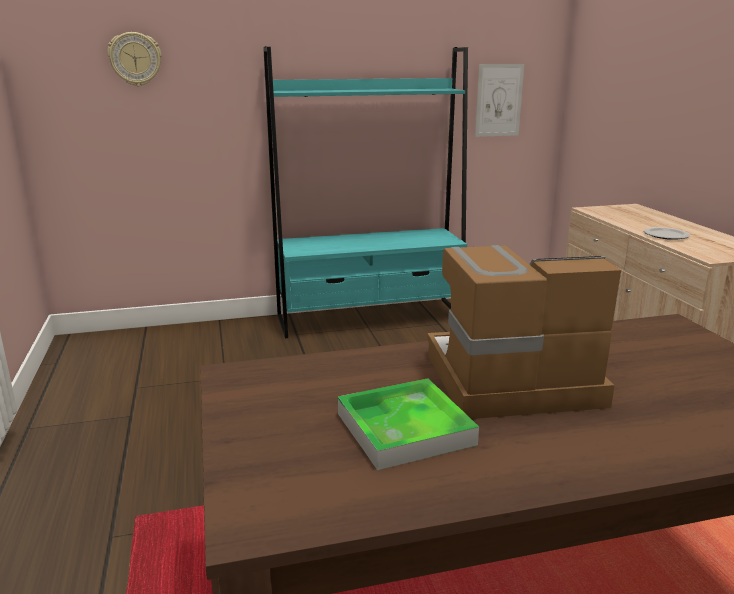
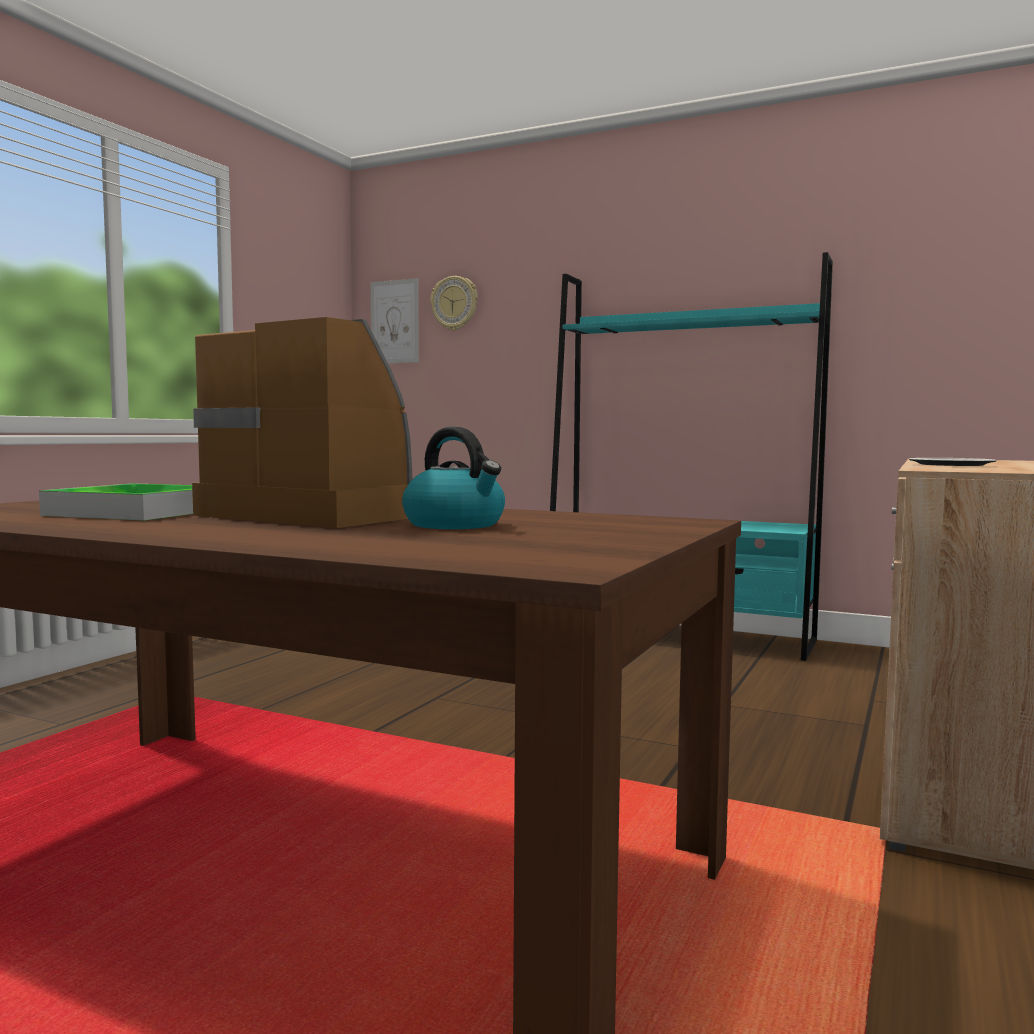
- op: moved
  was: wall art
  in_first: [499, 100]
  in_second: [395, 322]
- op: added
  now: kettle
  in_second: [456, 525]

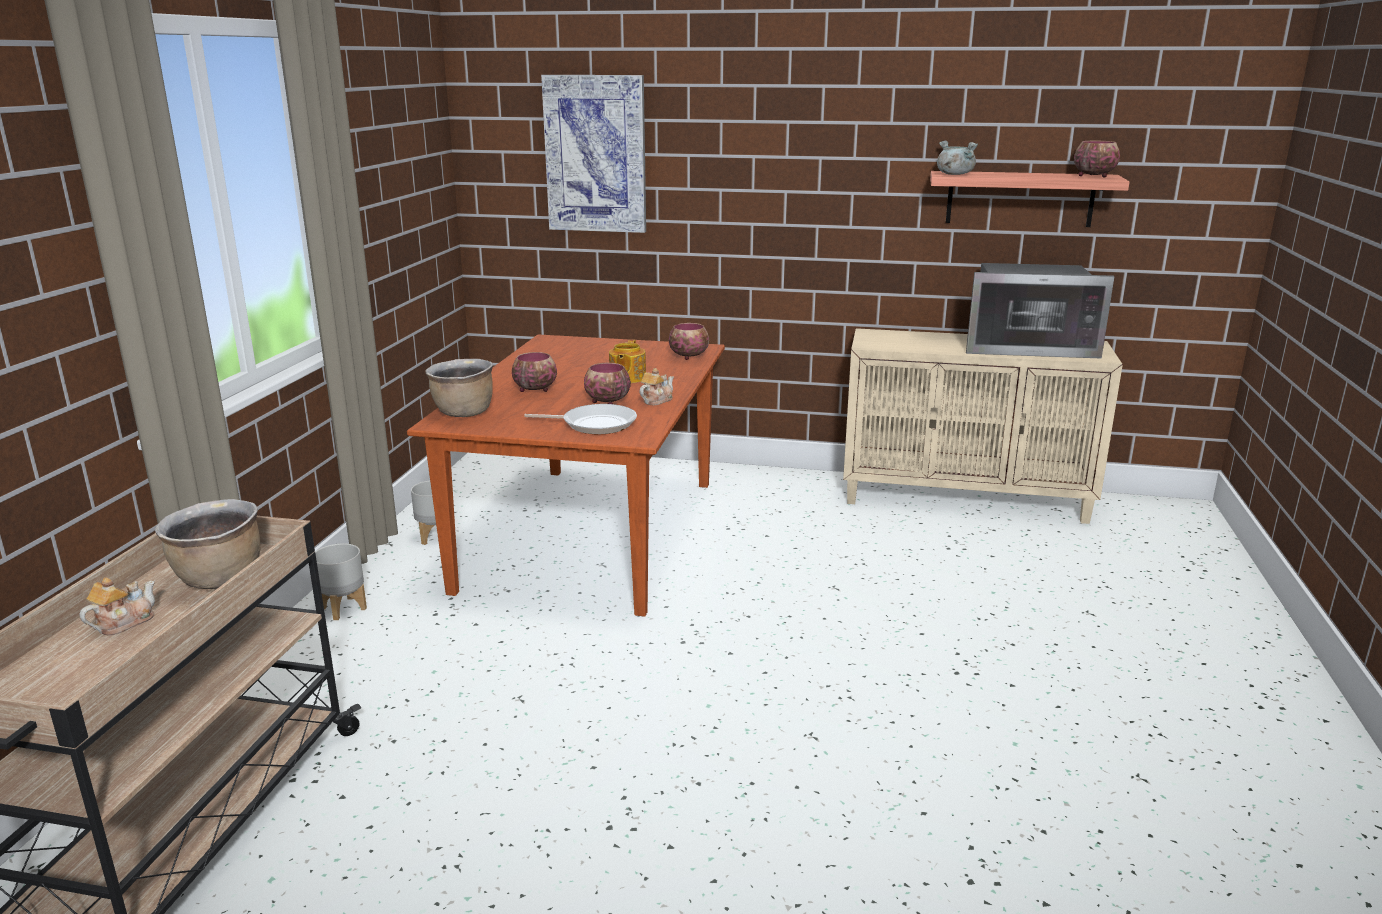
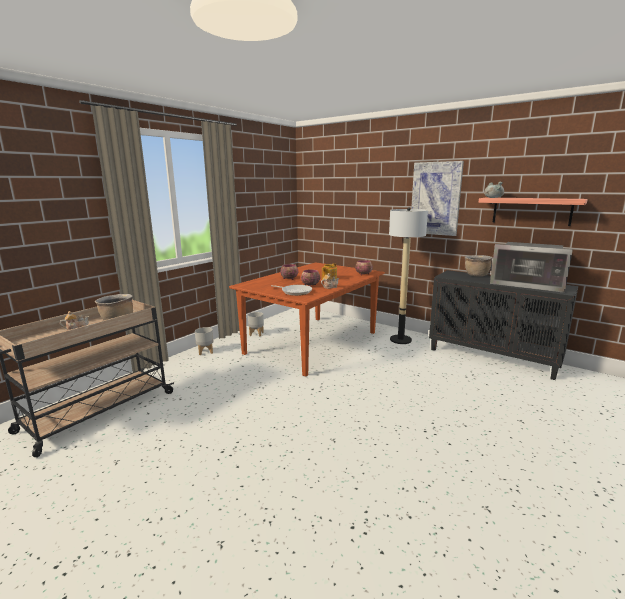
- op: moved
  was: brownish stockpot
  in_first: [463, 413]
  in_second: [476, 275]
- op: moved
  was: wall art
  in_first: [596, 154]
  in_second: [435, 198]
- op: recoloured
  was: beige-coloured cupboard
  now: blackish cupboard
  in_first: [965, 498]
  in_second: [493, 357]
- op: removed
  was: deep dish
  in_first: [1093, 176]
- op: added
  now: standing lamp
  in_second: [400, 340]

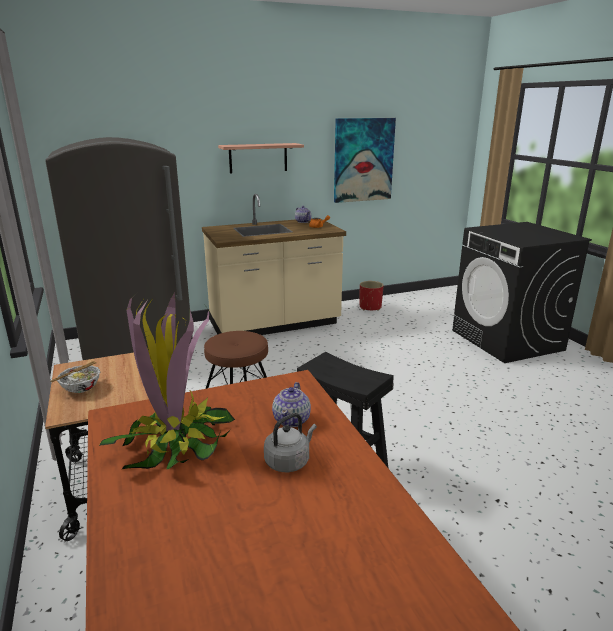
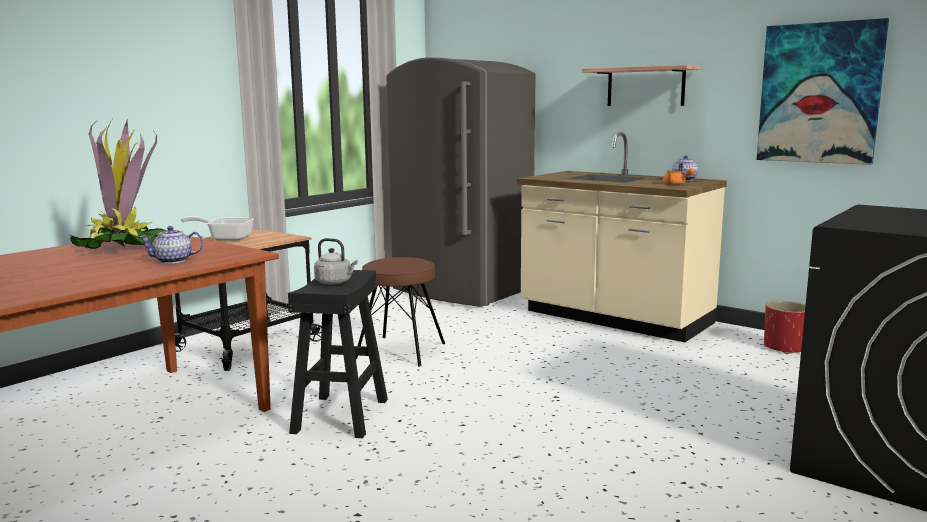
- op: replaced
  was: deep dish
  now: frying pan
  in_first: [81, 388]
  in_second: [226, 238]
- op: moved
  was: gray kettle
  in_first: [289, 461]
  in_second: [335, 282]

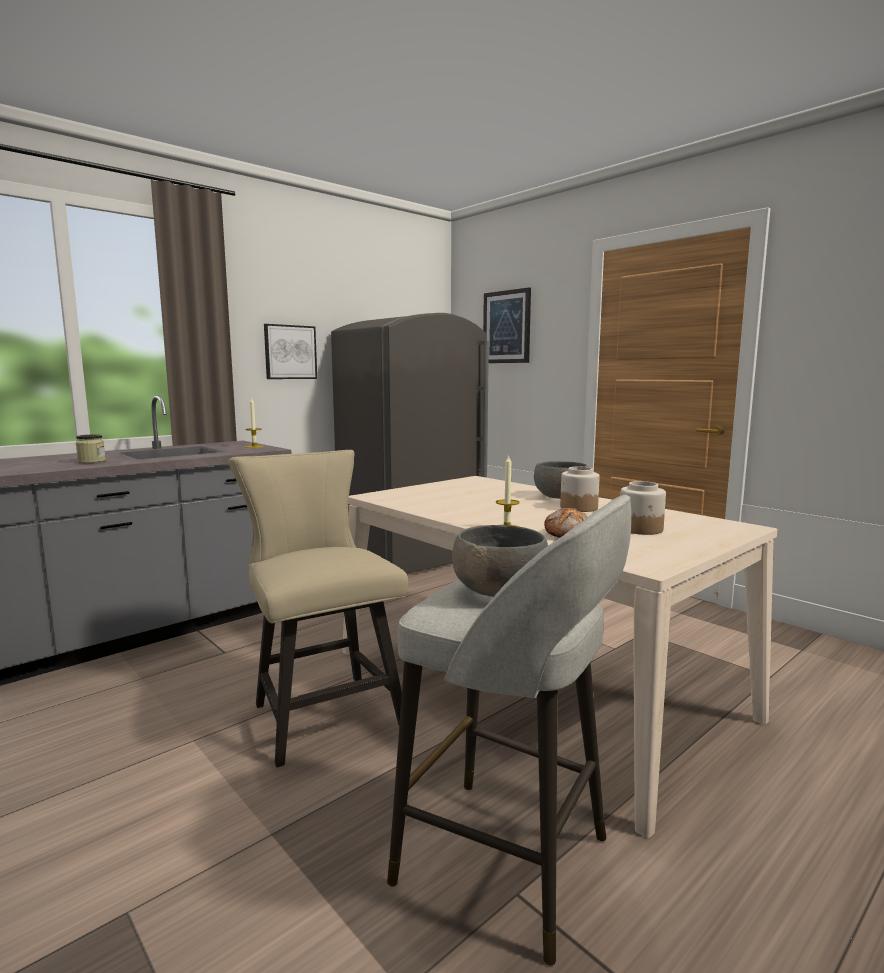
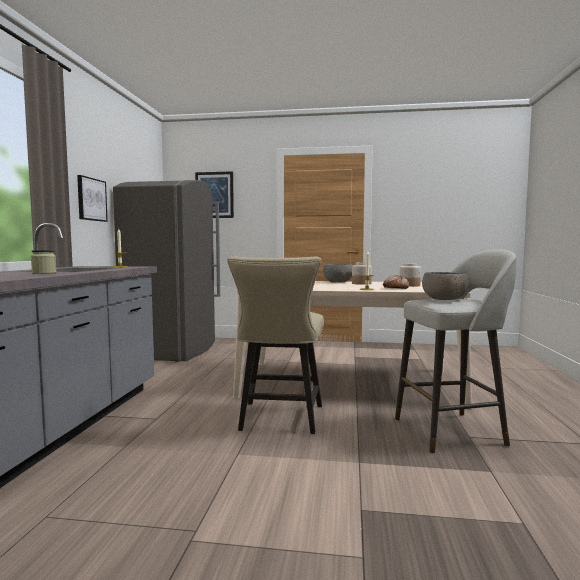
- op: turned
  was: beige-coloured plain chair
  in_first: [322, 711]
  in_second: [280, 420]
  clockwise: -105

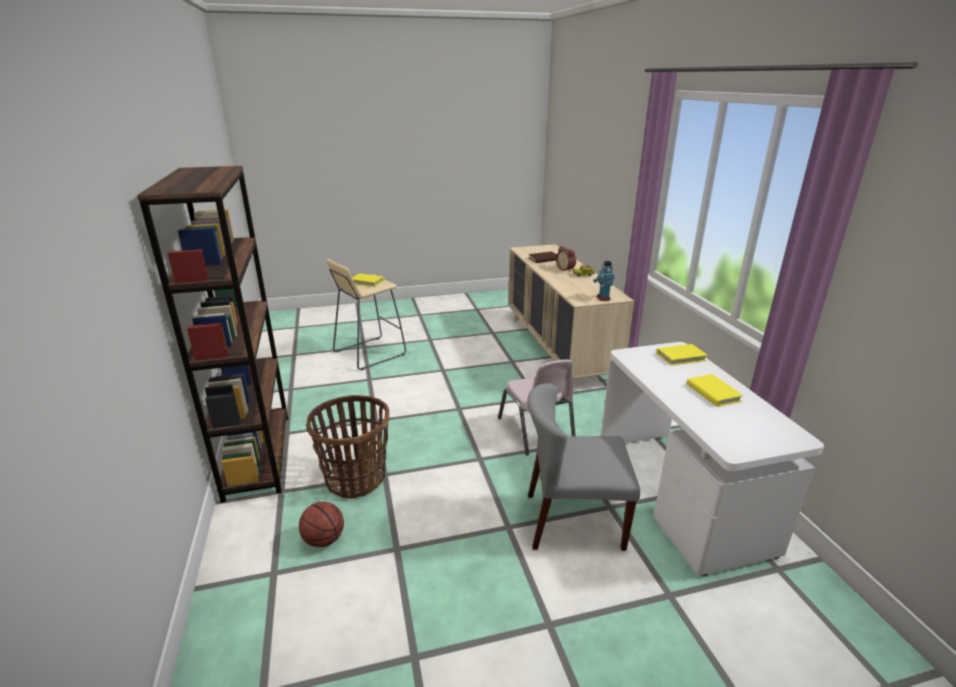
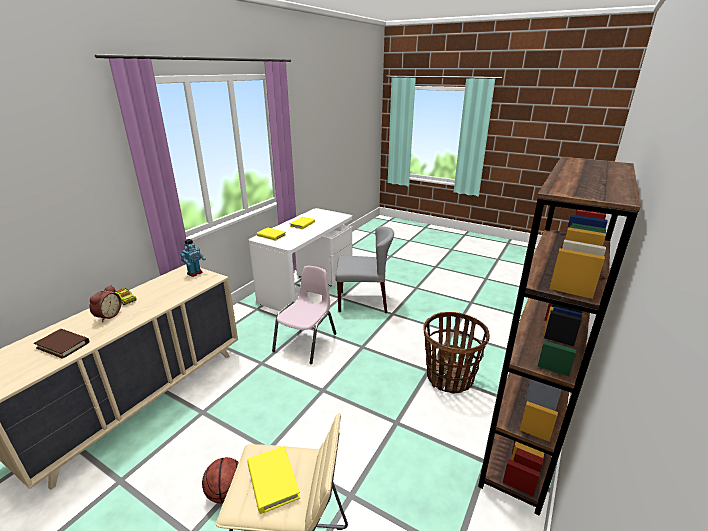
- op: moved
  was: ball for basketball
  in_first: [324, 540]
  in_second: [226, 493]
- op: turned
  was: gray plain chair
  in_first: [573, 521]
  in_second: [363, 302]
  clockwise: -45

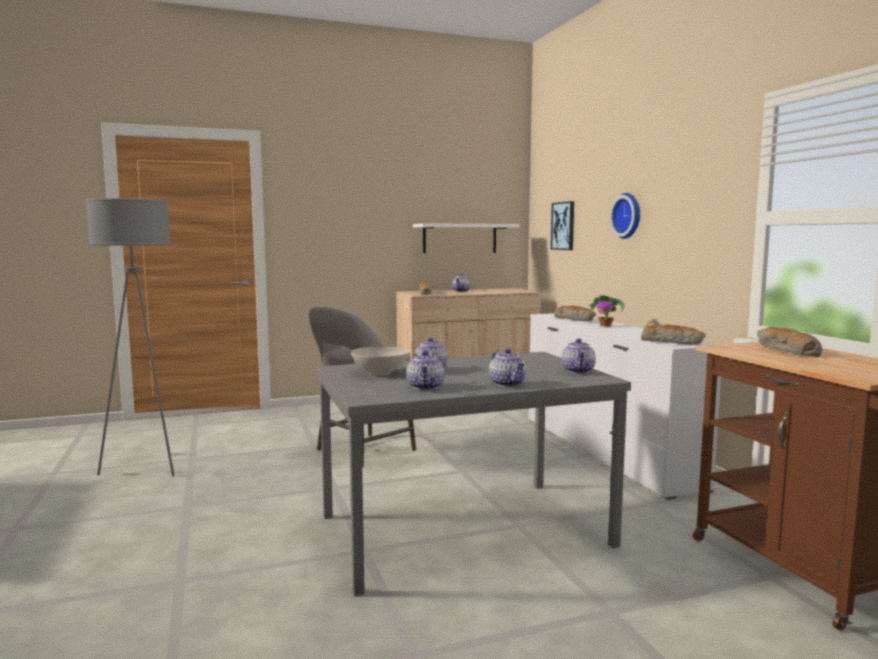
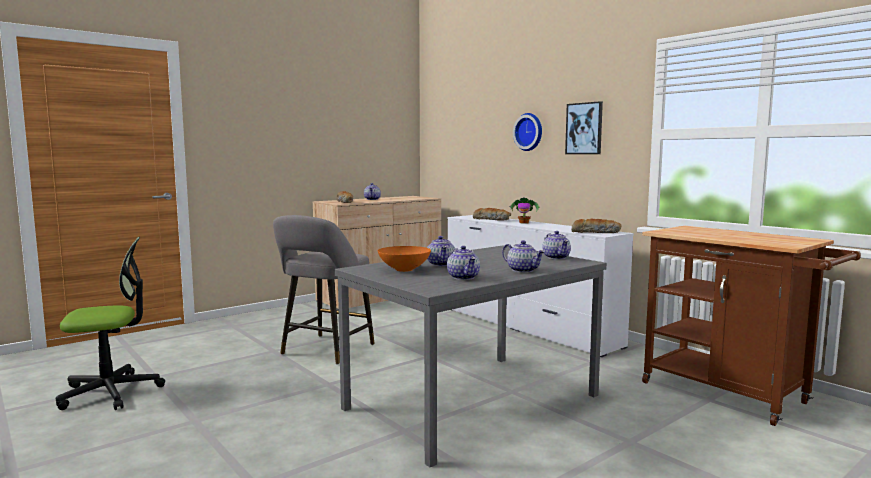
- op: replaced
  was: gray standing lamp
  now: desk chair
  in_first: [146, 468]
  in_second: [111, 392]
- op: recoloured
  was: white deep dish
  now: orange deep dish
  in_first: [381, 373]
  in_second: [405, 270]
- op: removed
  was: white shelf
  in_first: [460, 238]
- op: moved
  was: wall art
  in_first: [563, 226]
  in_second: [584, 128]
- op: removed
  was: bakery bread
  in_first: [785, 350]

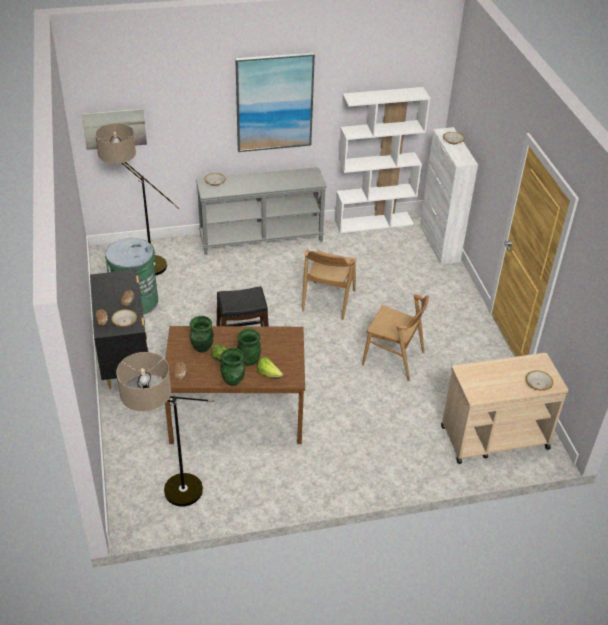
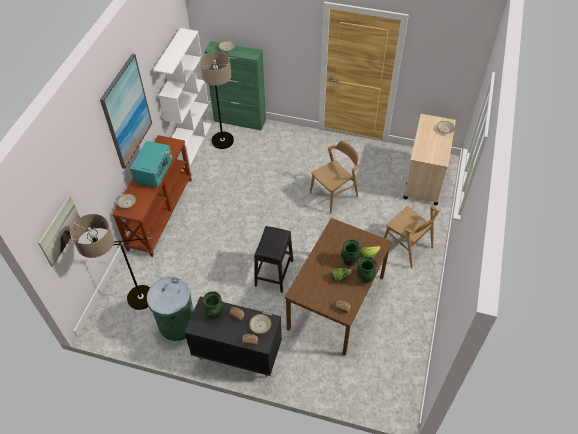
- op: moved
  was: standing lamp
  in_first: [170, 499]
  in_second: [224, 147]
- op: moved
  was: green-coloured decorative vase
  in_first: [202, 348]
  in_second: [215, 313]
- op: recoloured
  was: gray hall table
  now: brownish hall table
  in_first: [261, 237]
  in_second: [160, 213]
- op: moved
  was: brownish plain chair
  in_first: [328, 301]
  in_second: [407, 247]
- op: recoloured
  was: white cupboard
  now: green-coloured cupboard
  in_first: [439, 243]
  in_second: [240, 120]
- op: added
  now: blue-green microwave
  in_second: [155, 173]

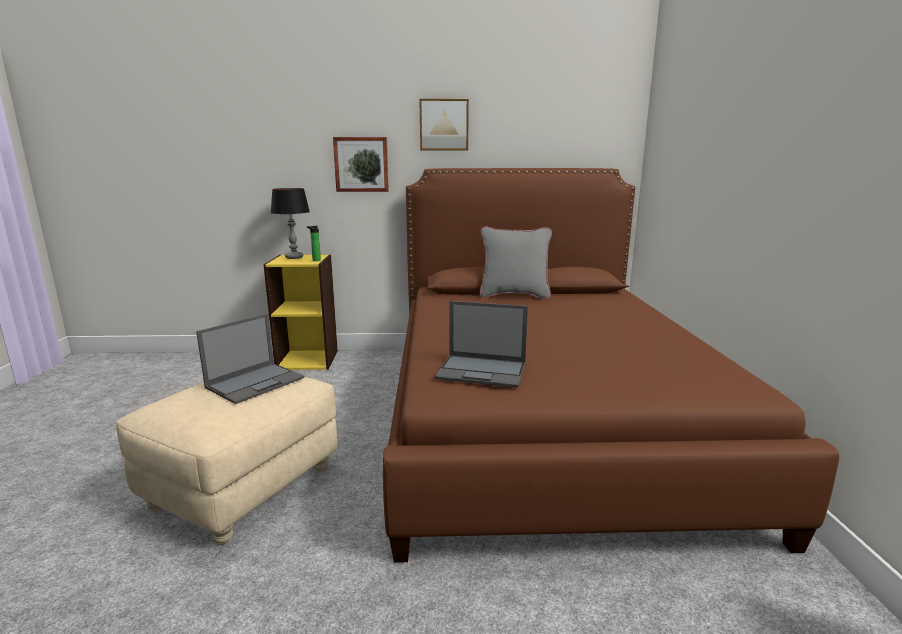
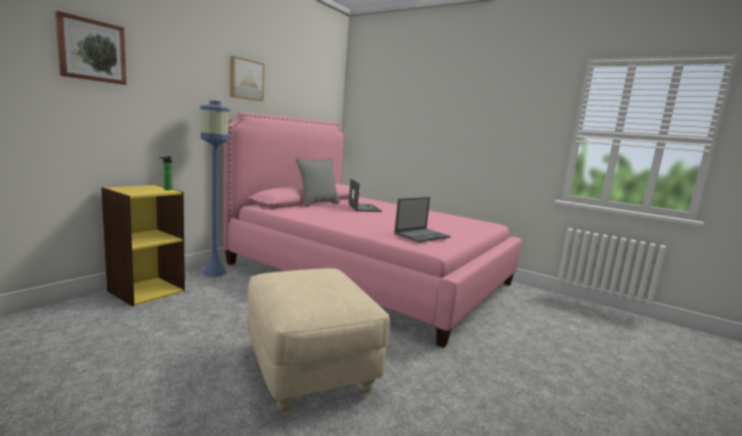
- op: moved
  was: laptop
  in_first: [256, 382]
  in_second: [364, 208]
- op: removed
  was: lamp for a table
  in_first: [294, 257]
- op: moved
  was: wall art
  in_first: [361, 164]
  in_second: [92, 50]
- op: recoloured
  was: brownish bed
  now: pink-coloured bed
  in_first: [541, 417]
  in_second: [369, 273]
- op: added
  now: blue-coloured standing lamp
  in_second: [214, 272]

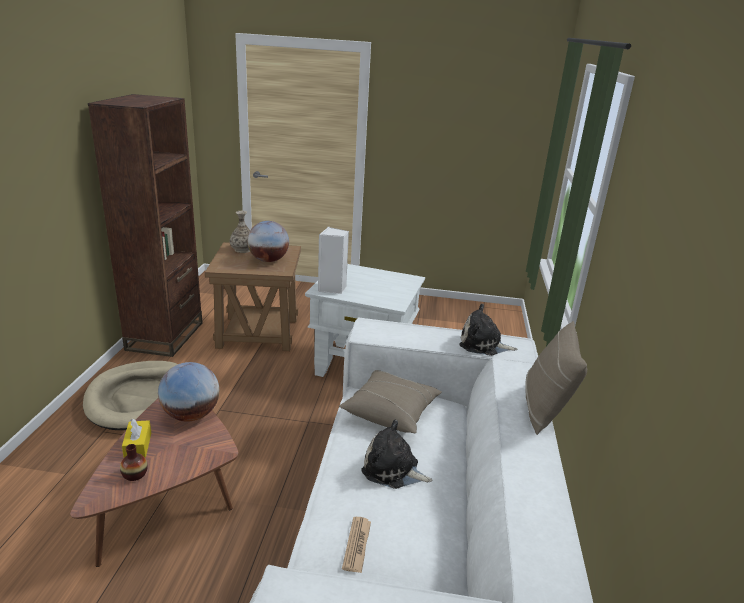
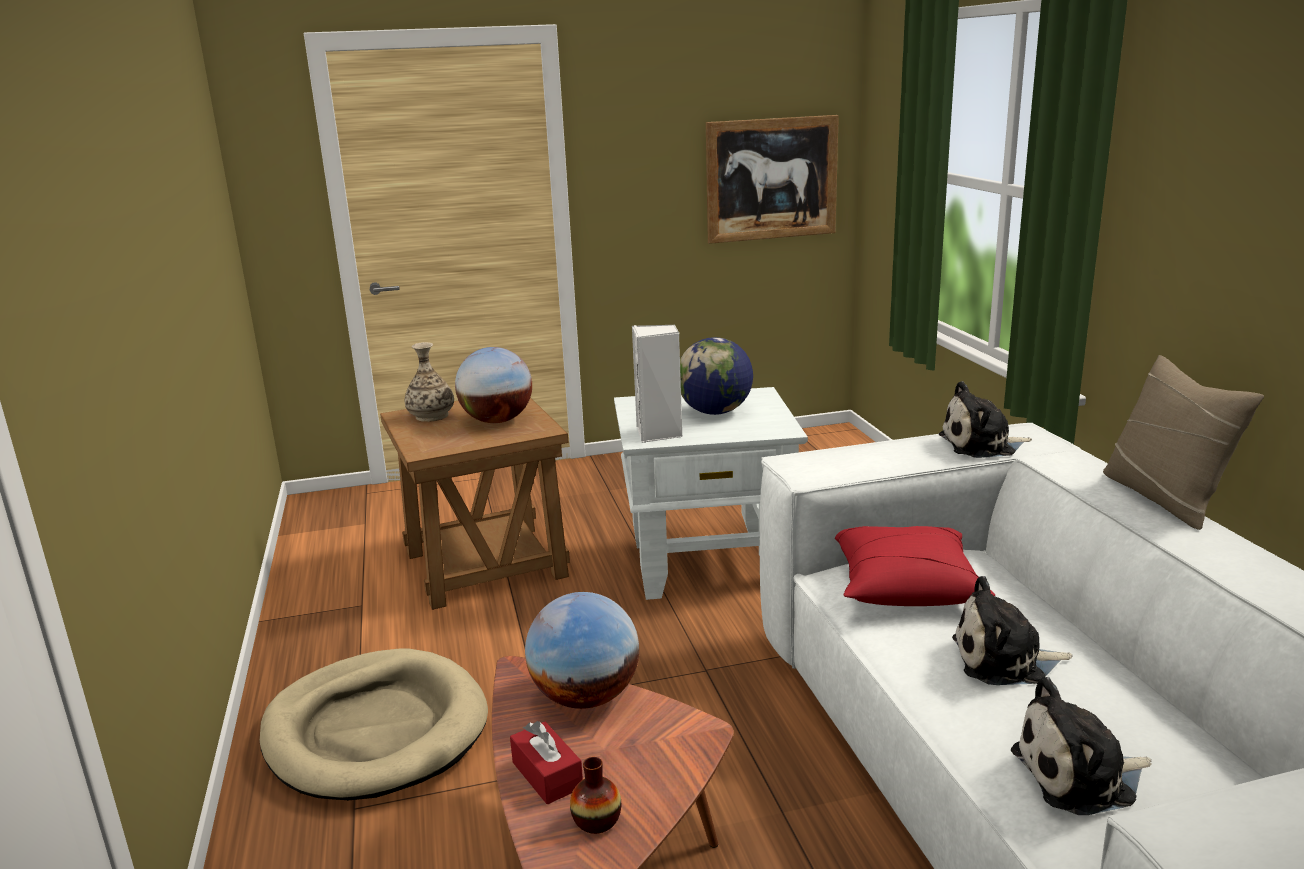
- op: removed
  was: brownish shelving unit
  in_first: [165, 336]
- op: recoloured
  was: yellow-coloured box of tissues
  now: red box of tissues
  in_first: [138, 445]
  in_second: [547, 775]
- op: recoloured
  was: beige-coloured pillow
  now: red pillow
  in_first: [391, 411]
  in_second: [905, 586]
- op: replaced
  was: daily paper
  now: plush toy
  in_first: [357, 544]
  in_second: [1080, 776]
- op: added
  now: globe
  in_second: [715, 412]
- op: added
  now: wall art
  in_second: [771, 179]

